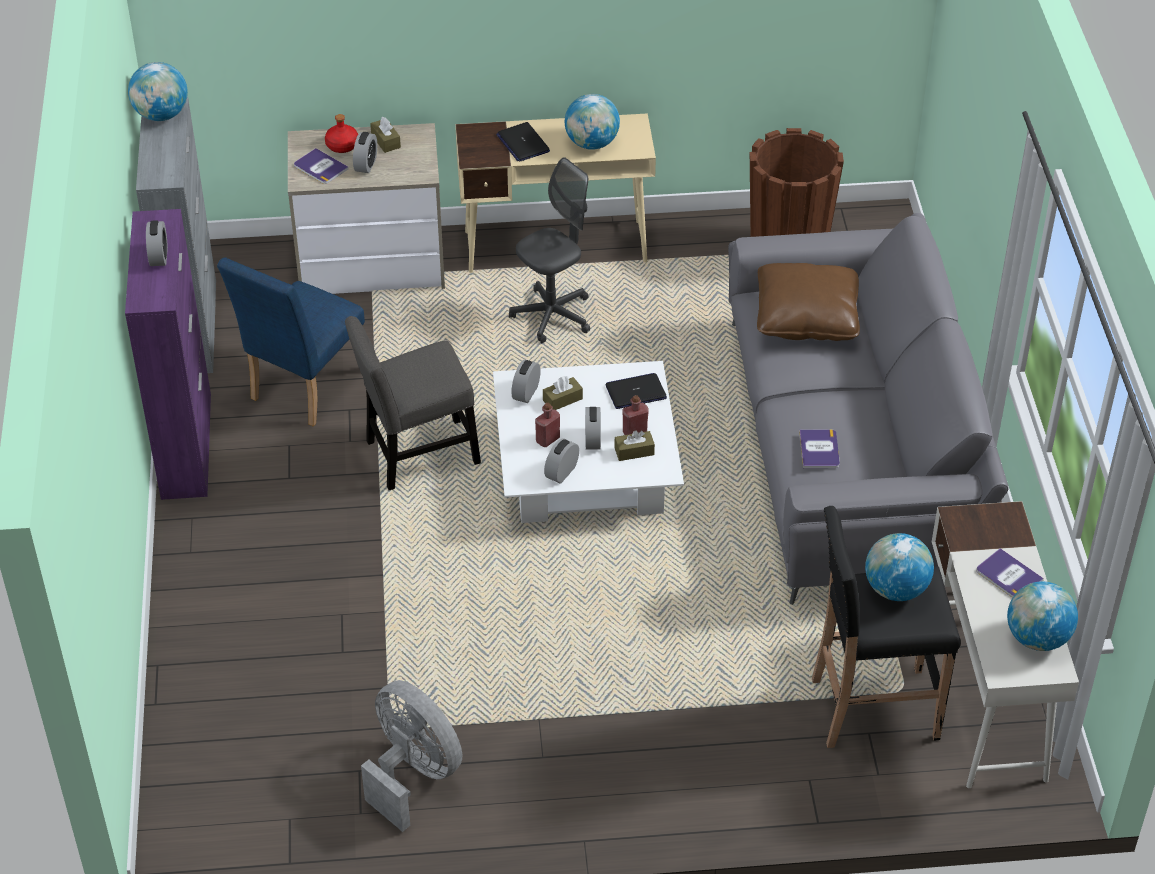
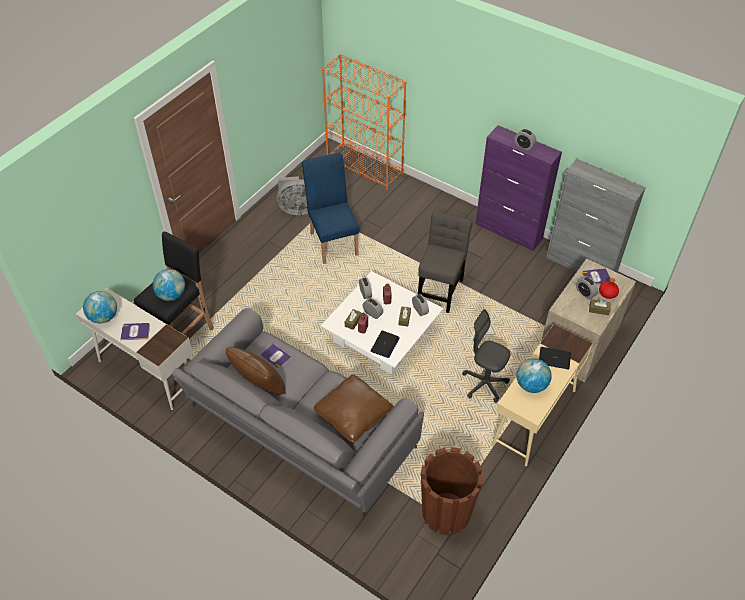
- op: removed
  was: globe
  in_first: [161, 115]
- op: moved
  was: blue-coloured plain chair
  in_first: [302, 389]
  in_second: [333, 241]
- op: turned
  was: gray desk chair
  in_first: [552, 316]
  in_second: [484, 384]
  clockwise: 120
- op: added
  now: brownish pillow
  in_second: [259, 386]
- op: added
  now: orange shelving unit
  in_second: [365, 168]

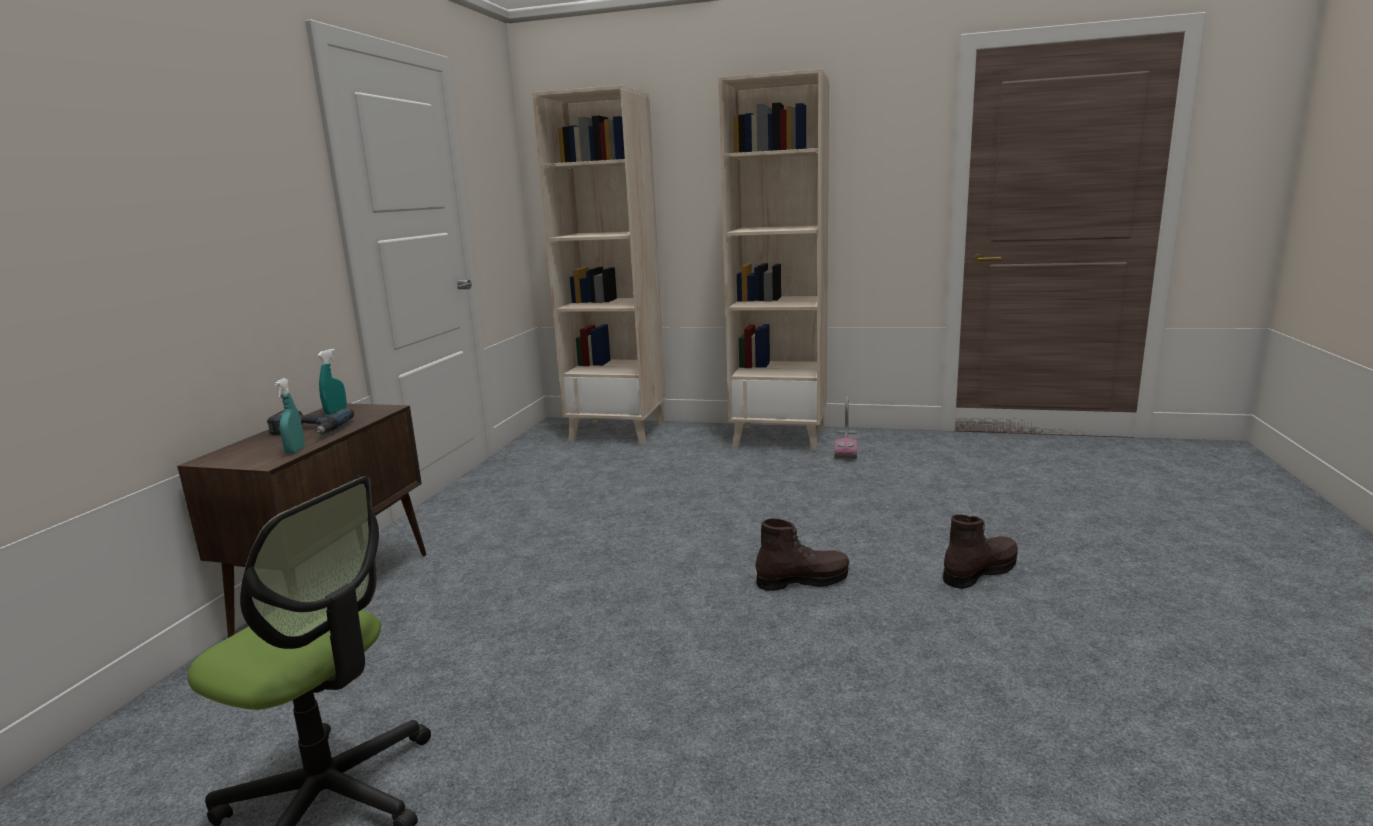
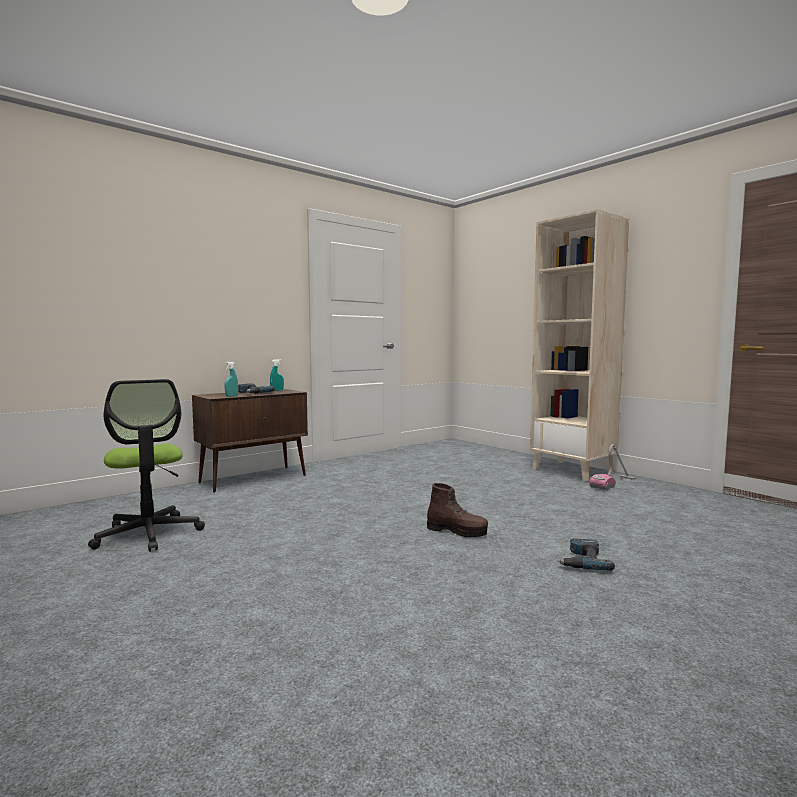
- op: removed
  was: beige-coloured shelving unit
  in_first: [618, 432]
- op: replaced
  was: brownish boot
  now: power drill
  in_first: [979, 571]
  in_second: [582, 561]

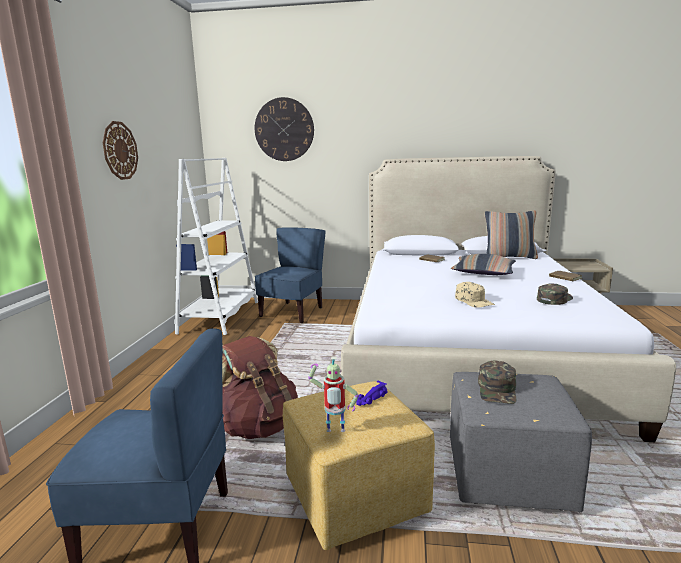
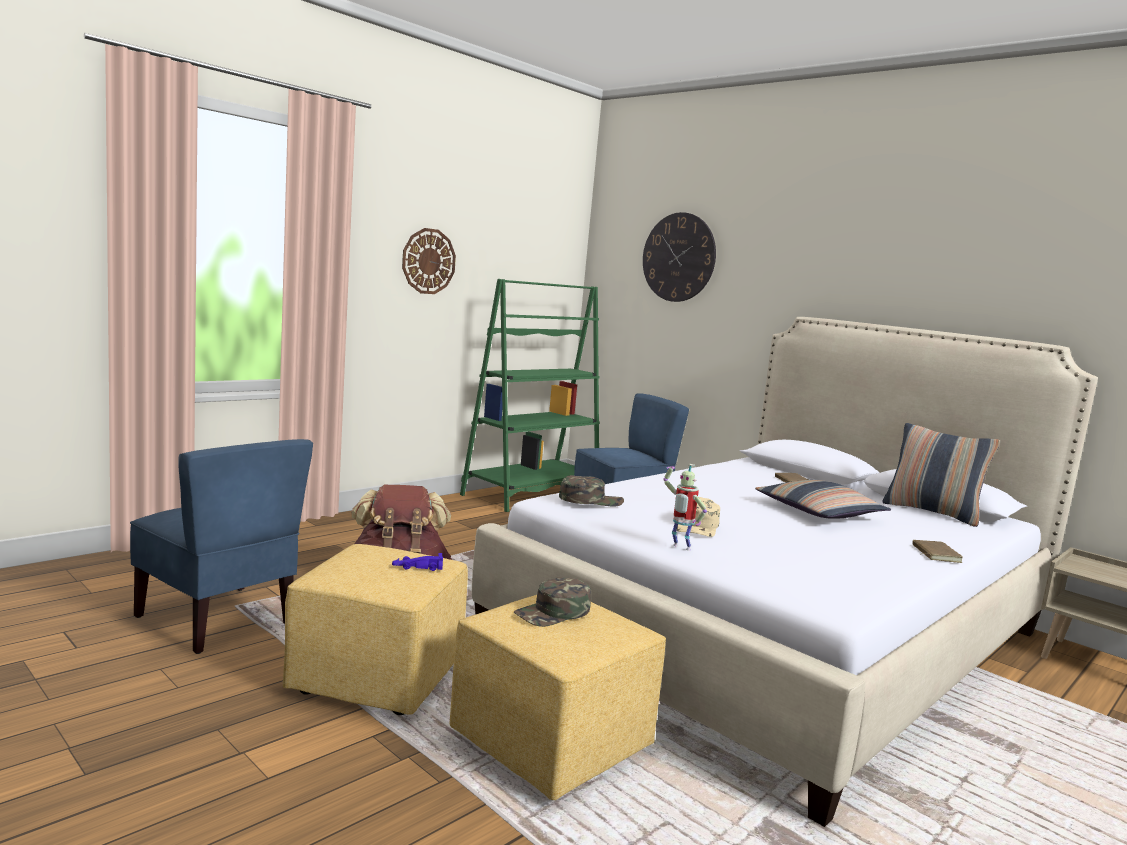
- op: recoloured
  was: white shelving unit
  now: green-coloured shelving unit
  in_first: [220, 317]
  in_second: [532, 494]
- op: moved
  was: model robot
  in_first: [335, 432]
  in_second: [679, 548]
- op: recoloured
  was: gray pouffe
  now: yellow-coloured pouffe
  in_first: [508, 475]
  in_second: [553, 744]
- op: moved
  was: green-coloured peaked cap
  in_first: [554, 299]
  in_second: [591, 500]

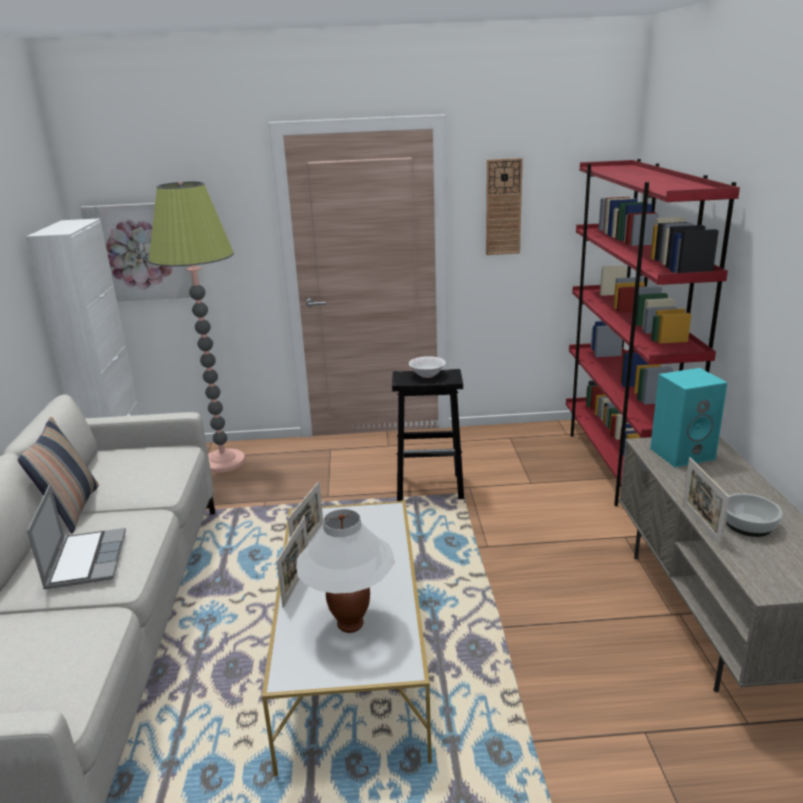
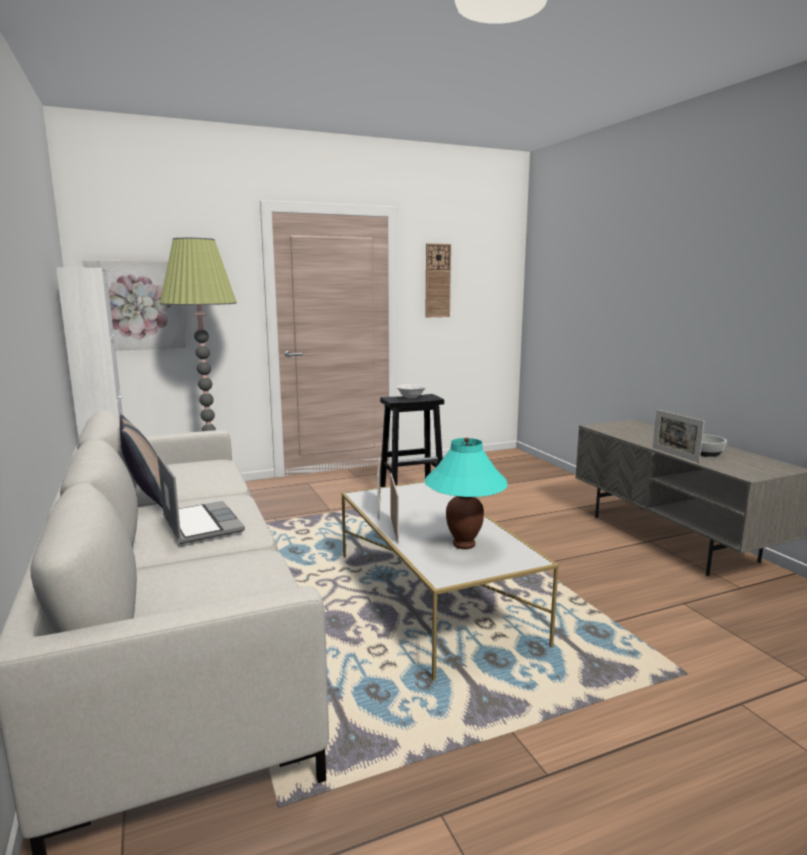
- op: recoloured
  was: white lamp for a table
  now: blue-green lamp for a table
  in_first: [350, 624]
  in_second: [464, 545]
- op: removed
  was: red shelving unit
  in_first: [620, 466]
- op: removed
  was: blue-green speaker
  in_first: [682, 453]

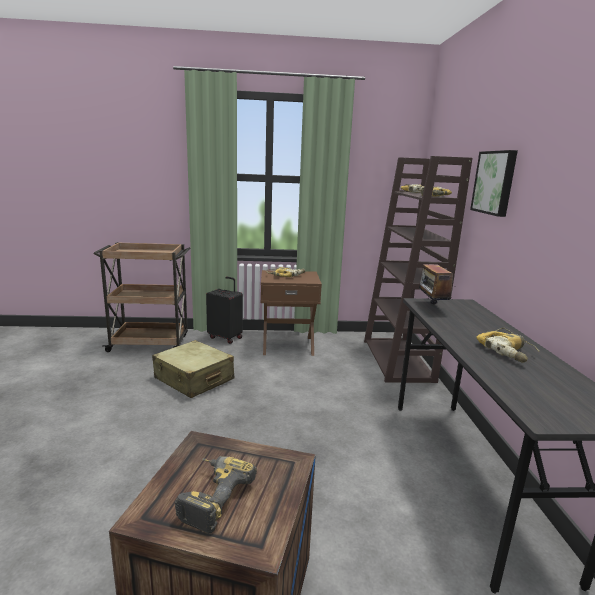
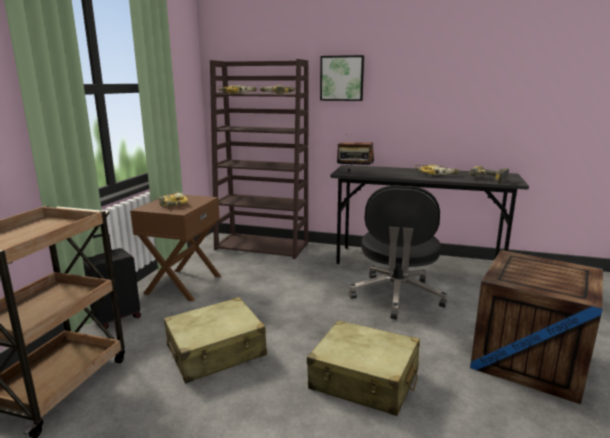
- op: moved
  was: power drill
  in_first: [211, 497]
  in_second: [486, 180]
- op: added
  now: beige-coloured travel case
  in_second: [364, 380]
- op: added
  now: blackish desk chair
  in_second: [396, 296]

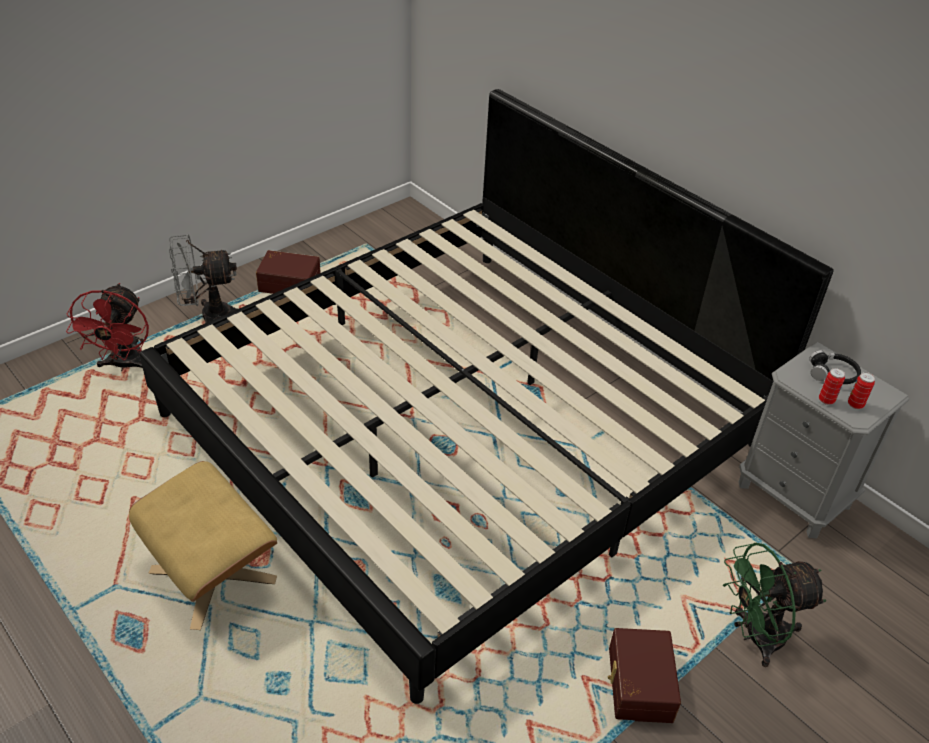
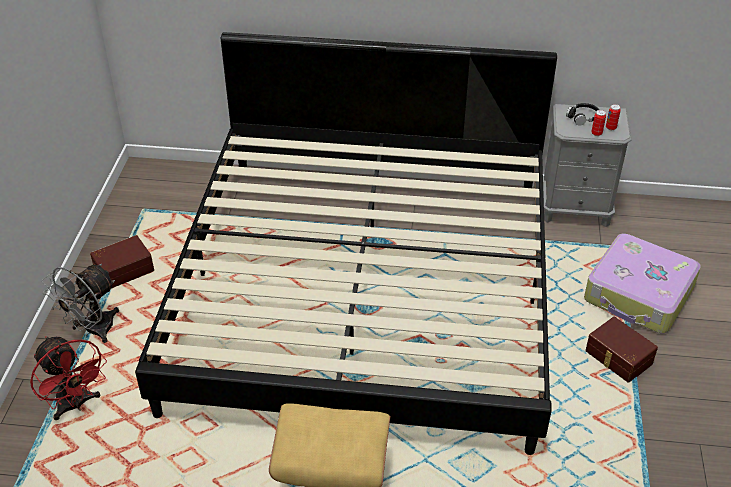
- op: replaced
  was: green-coloured fan
  now: travel case
  in_first: [755, 637]
  in_second: [639, 295]

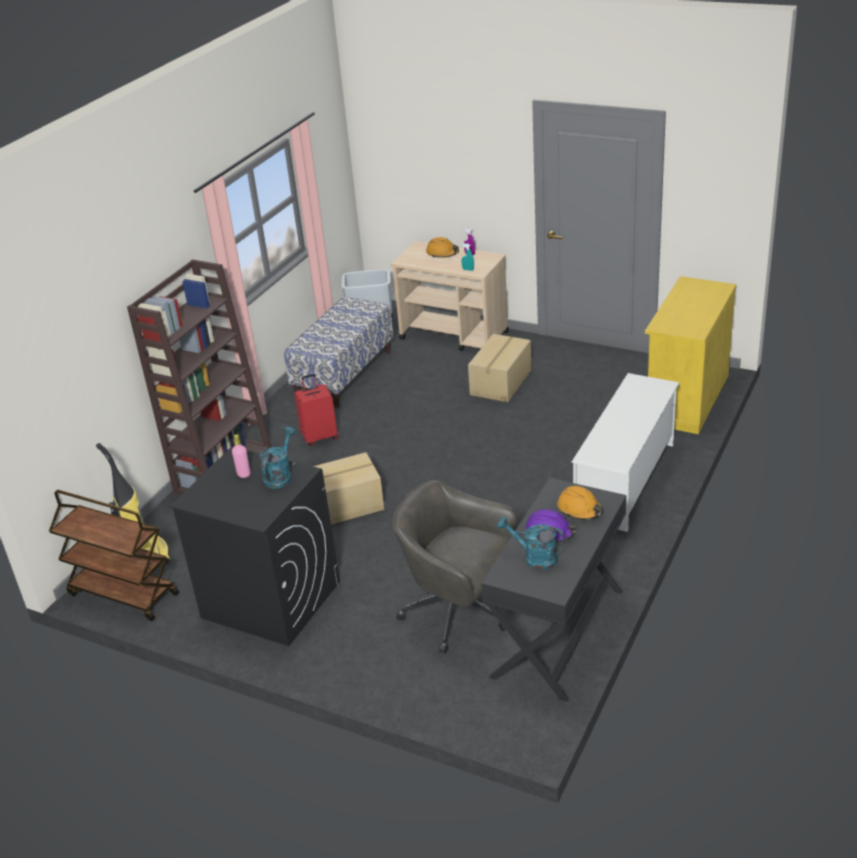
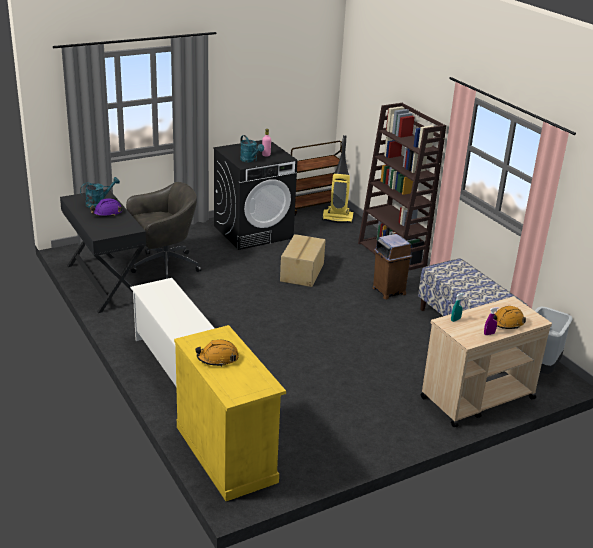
- op: replaced
  was: red travel case
  now: brownish waste bin
  in_first: [320, 437]
  in_second: [388, 291]
- op: removed
  was: carton
  in_first: [502, 382]
- op: moved
  was: orange hard hat
  in_first: [580, 509]
  in_second: [217, 358]

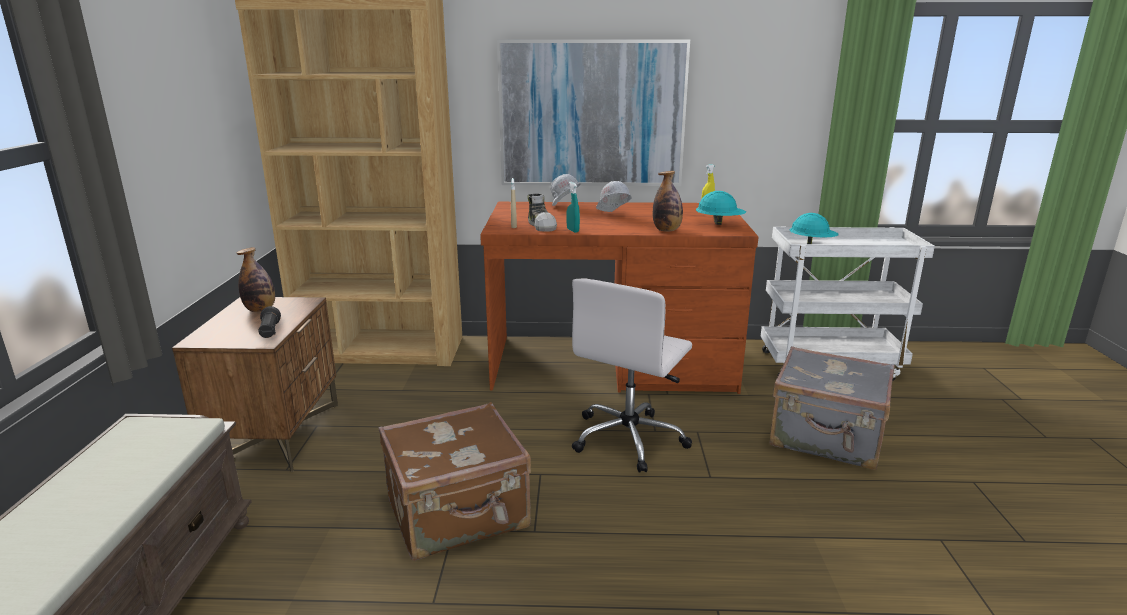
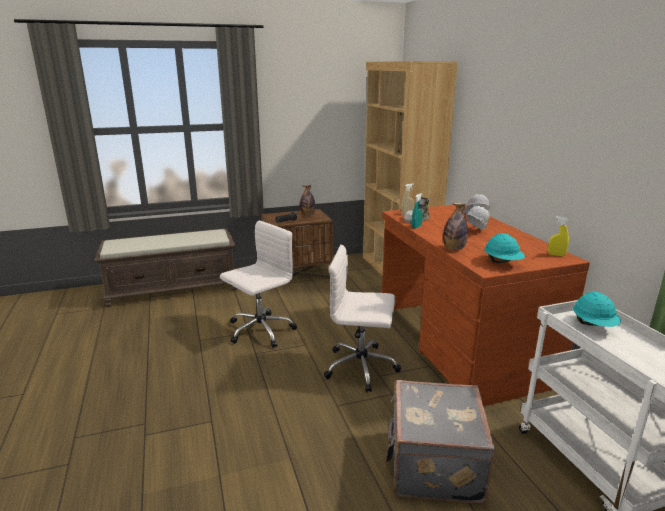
- op: replaced
  was: brownish travel case
  now: white desk chair
  in_first: [458, 515]
  in_second: [259, 331]
- op: removed
  was: wall art
  in_first: [592, 114]

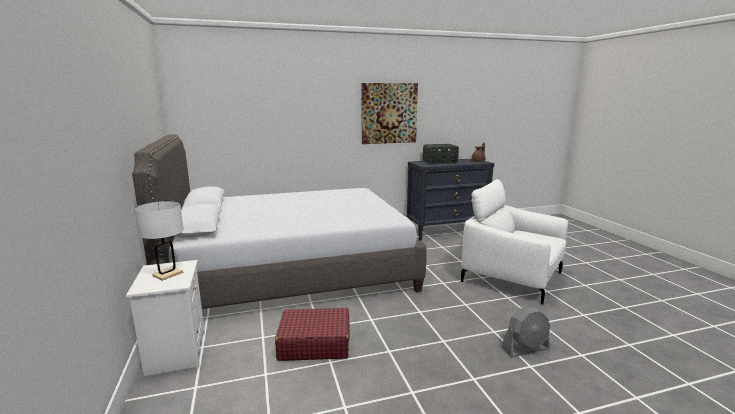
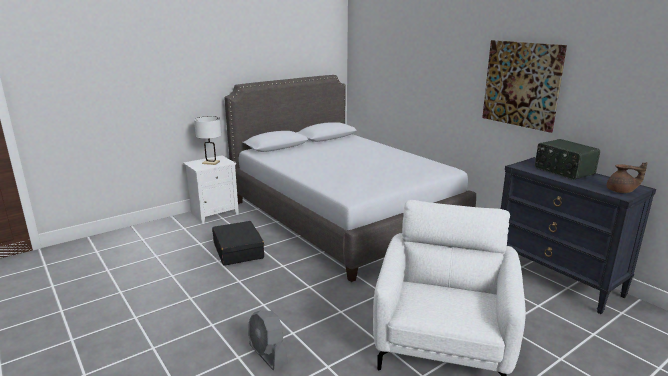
- op: recoloured
  was: red travel case
  now: blackish travel case
  in_first: [314, 343]
  in_second: [238, 250]

